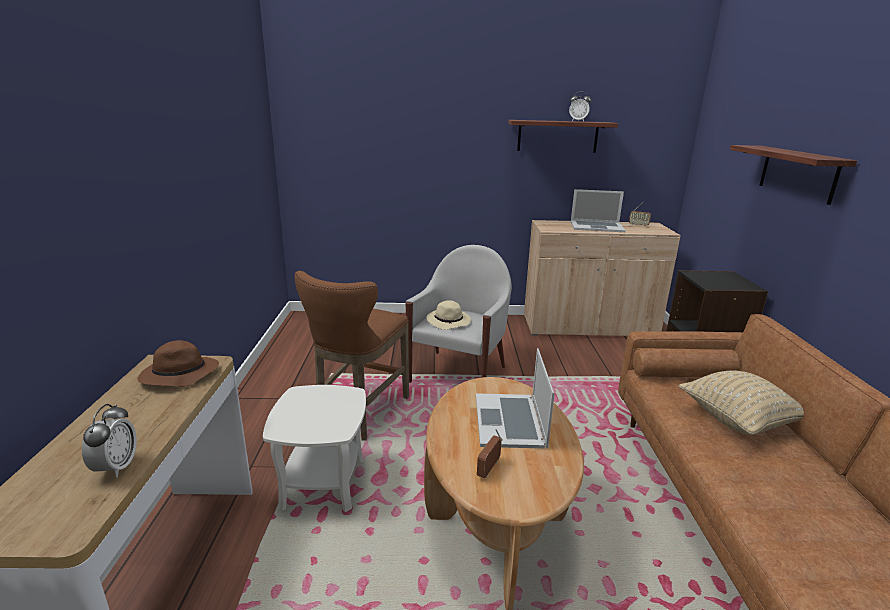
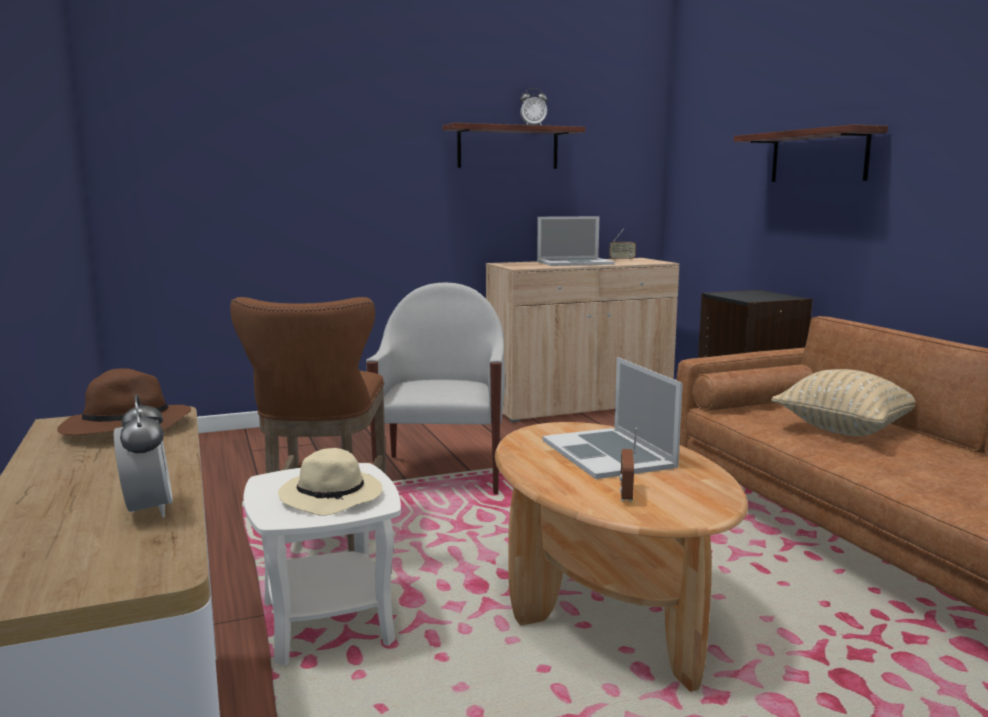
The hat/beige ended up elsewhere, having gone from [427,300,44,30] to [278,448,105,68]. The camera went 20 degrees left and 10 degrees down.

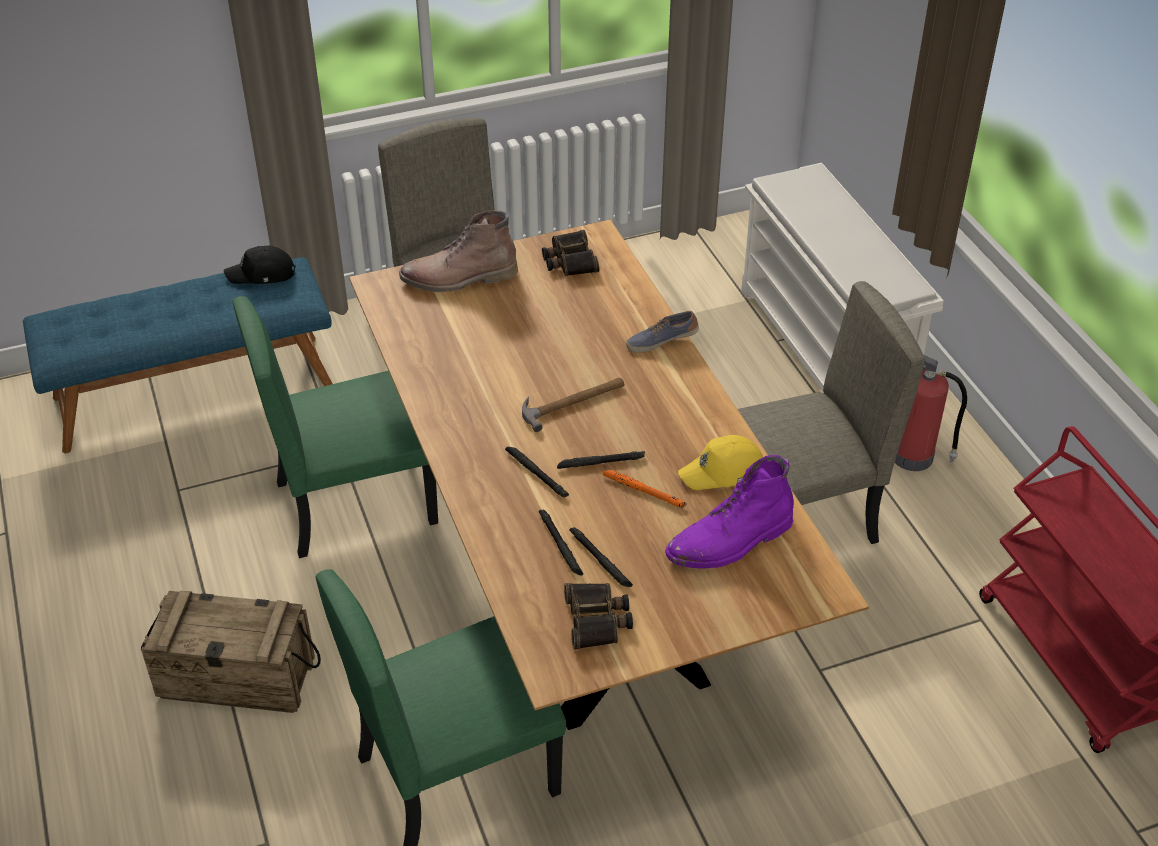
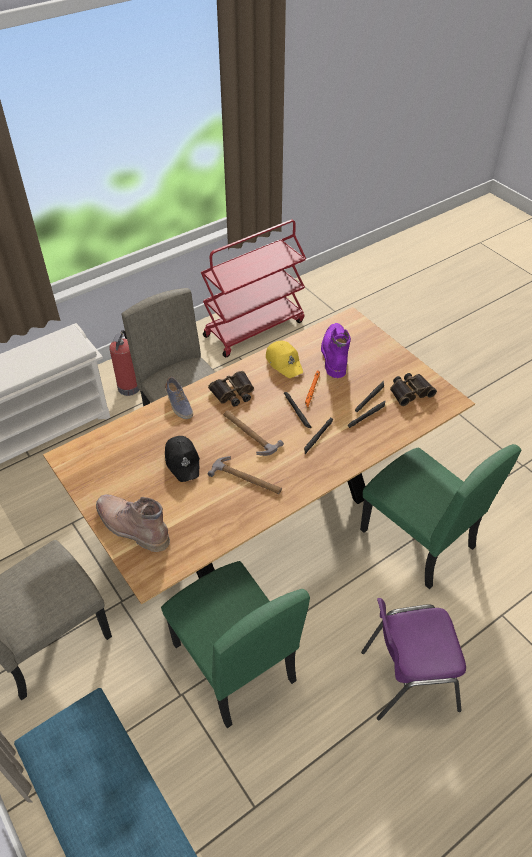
The boot/brown at [399,210,119,82] ended up facing another way, 150 degrees clockwise from before. The binoculars ended up elsewhere, having gone from [542,230,57,46] to [208,371,46,35]. The cap/black ended up elsewhere, having gone from [224,246,71,38] to [165,436,35,46]. The boot/purple at [665,455,129,114] ended up facing another way, 135 degrees counterclockwise from before. Where the crate stood at [141,591,180,122], the chair/purple came to stand at [361,598,105,122]. The second view gained the hammer at [208,456,74,38]. The camera went 105 degrees left and 5 degrees up.

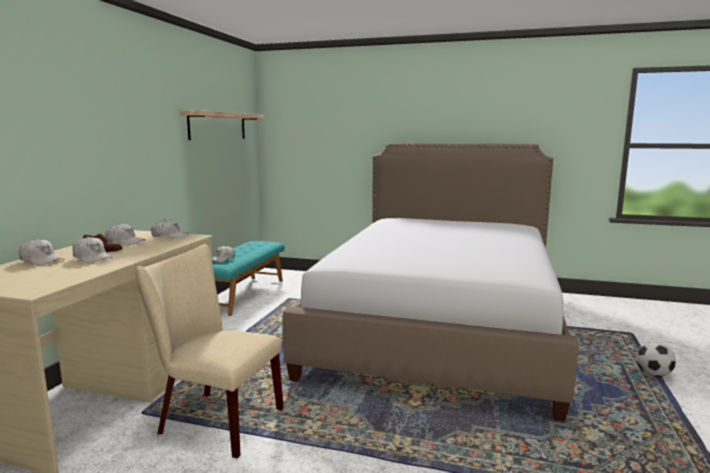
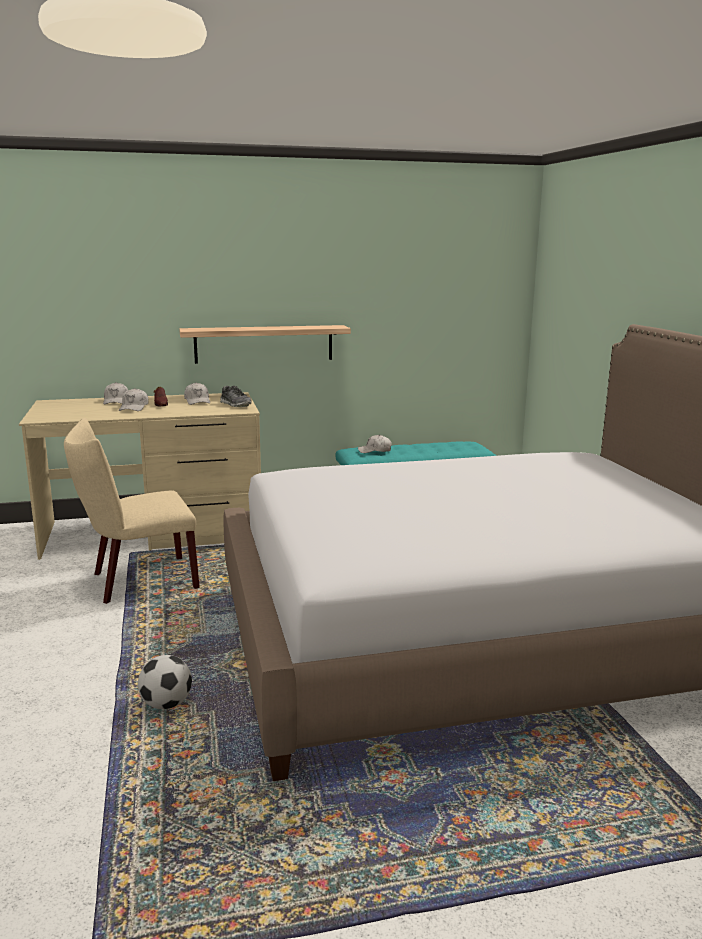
The shelf ended up elsewhere, having gone from [180,110,85,30] to [179,325,172,39]. Where the cap/white stood at [151,219,38,19], the shoe came to stand at [220,386,32,21]. The chair/beige at [135,244,149,214] ended up facing another way, 105 degrees counterclockwise from before. The football ended up elsewhere, having gone from [636,342,40,35] to [138,655,54,54]. The camera went 60 degrees right and 5 degrees up.

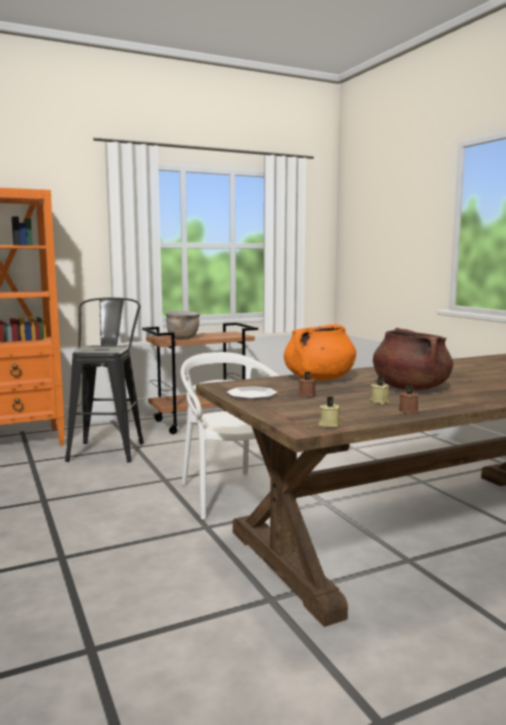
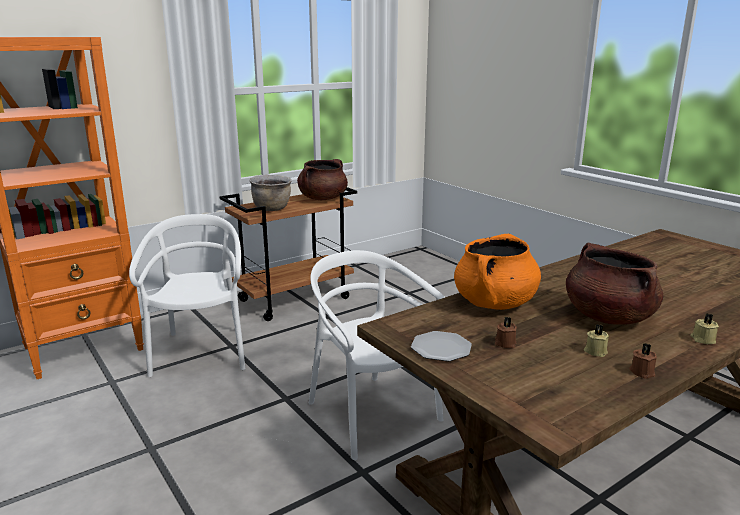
Where the stool/black stood at [65,298,79,164], the chair/white came to stand at [129,214,116,163]. The candle/beige ended up elsewhere, having gone from [319,396,22,32] to [690,313,29,31]. The second view gained the cooking pot/brown at [297,159,51,41]. The camera went 10 degrees left and 10 degrees up.

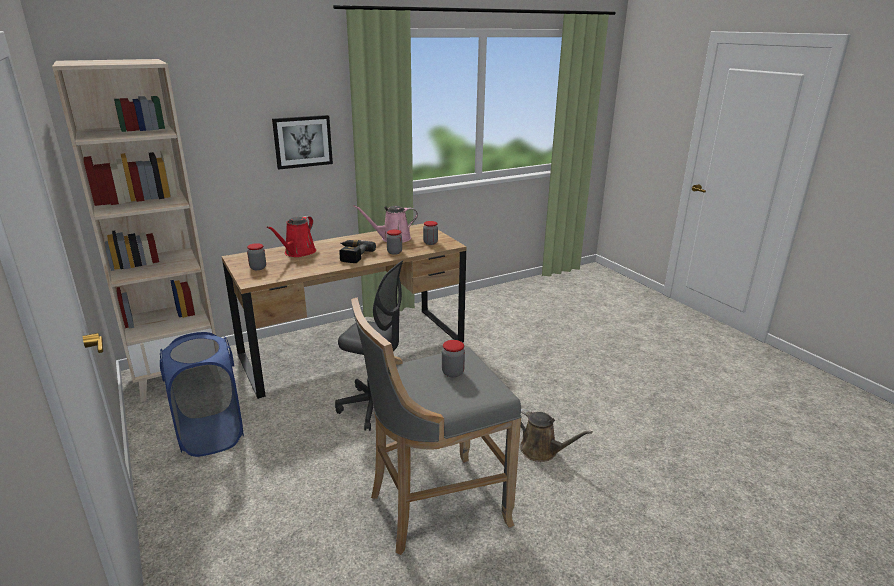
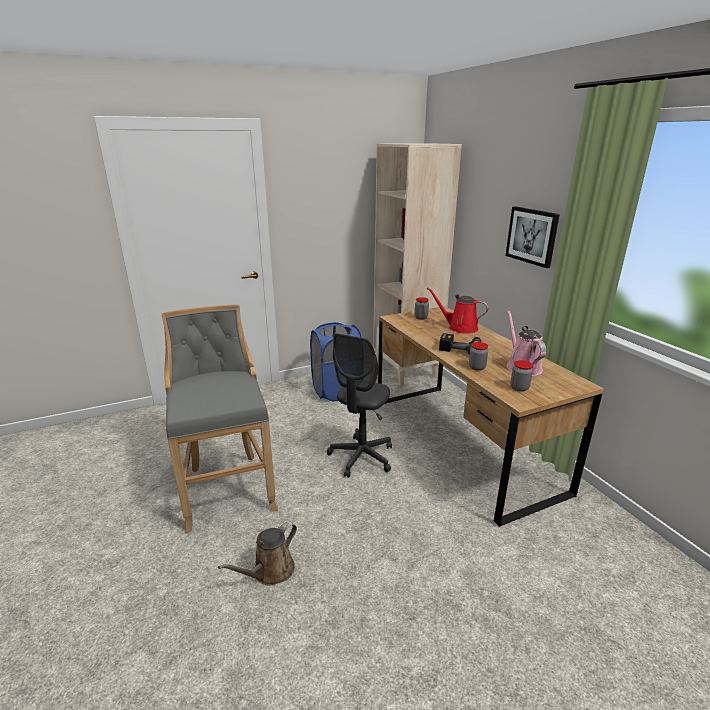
The second view lost the jar at [442,340,23,37]. The camera went 95 degrees right and 0 degrees up.

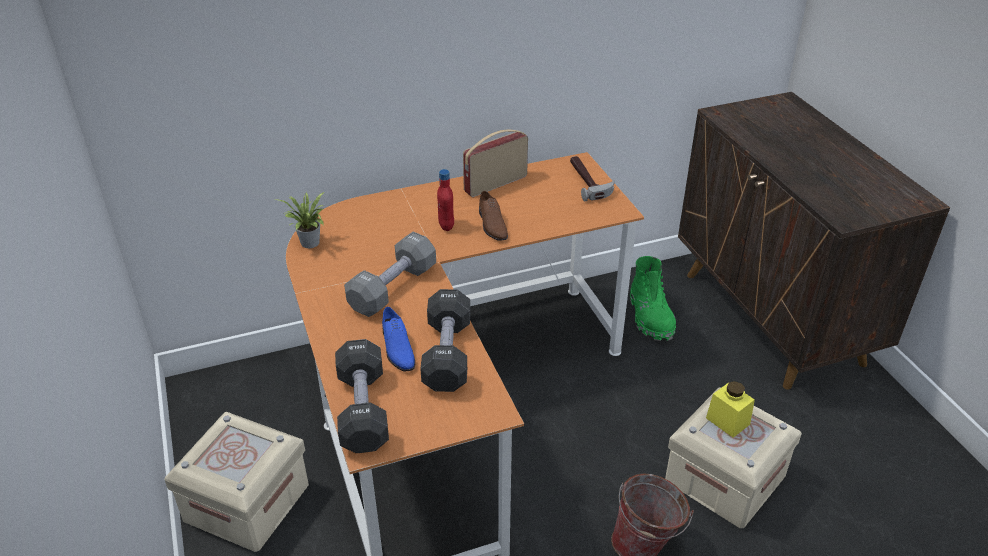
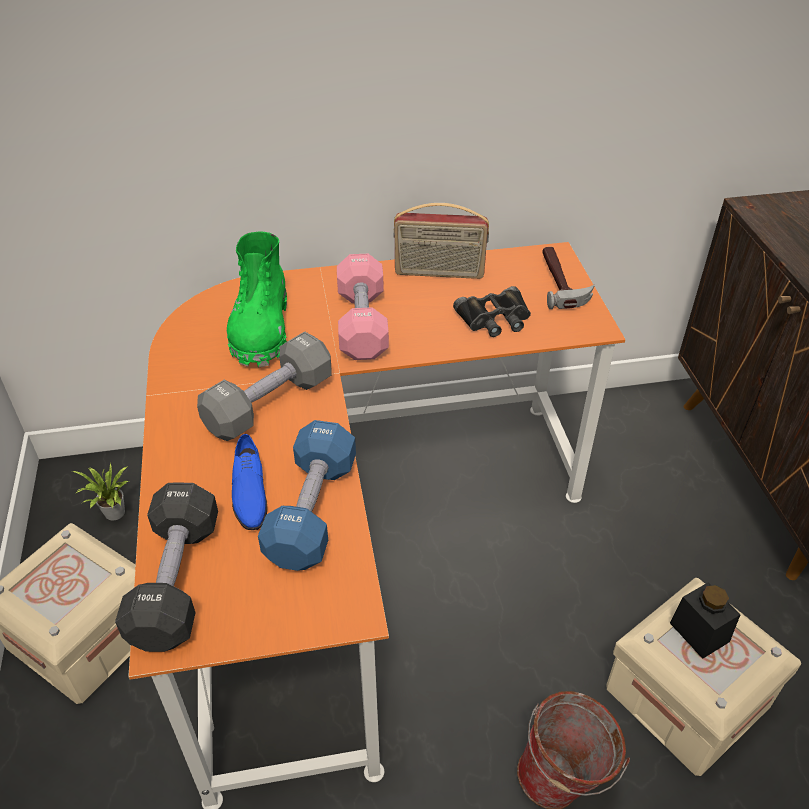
The radio at [463,130,65,67] ended up facing another way, 150 degrees counterclockwise from before. Where the bottle/red stood at [437,169,17,62], the dumbbell/pink came to stand at [337,254,52,106]. The second view lost the shoe/brown at [479,191,29,50]. The potted plant ended up elsewhere, having gone from [276,192,48,56] to [72,462,57,58]. The boot/green ended up elsewhere, having gone from [630,256,46,85] to [227,231,60,136]. What was the dumbbell/black at [420,289,50,103] turned into the dumbbell/blue at [258,420,98,151]. What was the jar/yellow at [706,381,49,57] turned into the jar/black at [670,583,71,76]. The second view gained the binoculars/black at [453,286,78,51]. The camera went 10 degrees right and 5 degrees up.

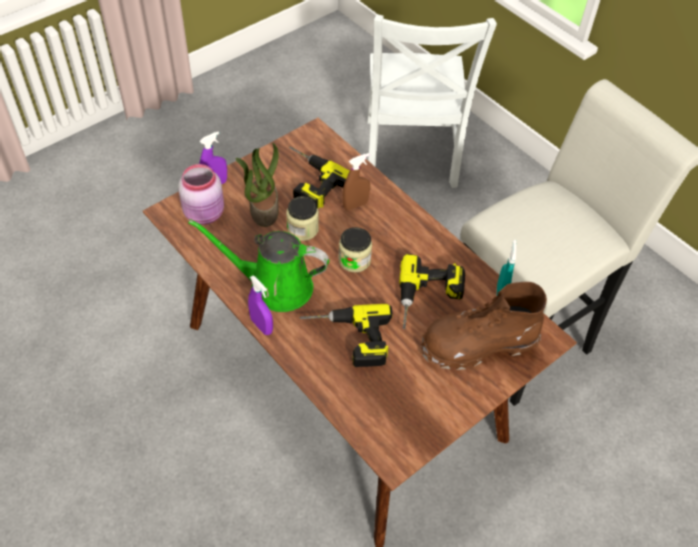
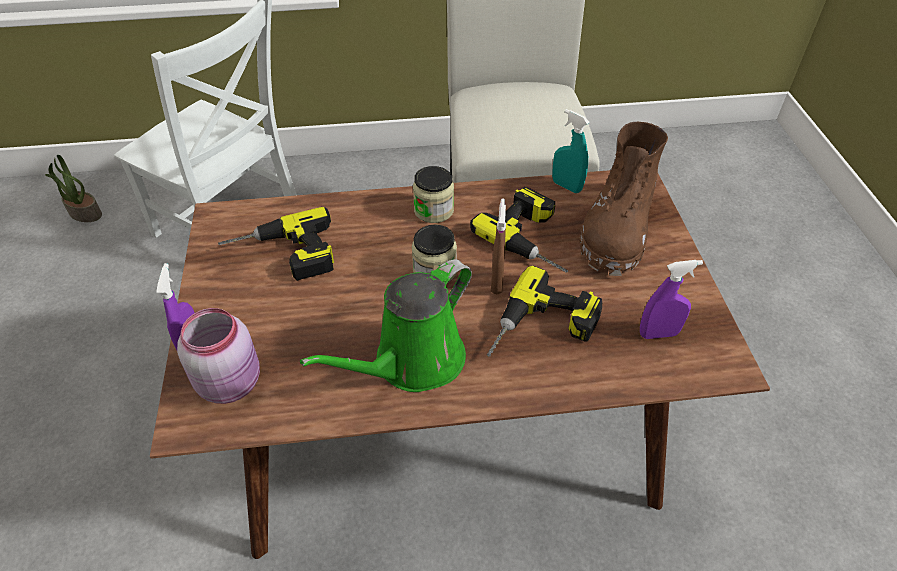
The potted plant ended up elsewhere, having gone from [236,143,43,84] to [45,155,57,67]. The spray bottle/brown ended up elsewhere, having gone from [342,153,28,57] to [491,198,15,96]. The jar ended up elsewhere, having gone from [286,196,33,45] to [413,166,41,57]. The spray bottle/purple ended up elsewhere, having gone from [248,275,25,60] to [640,260,63,79]. The camera went 55 degrees left and 5 degrees down.

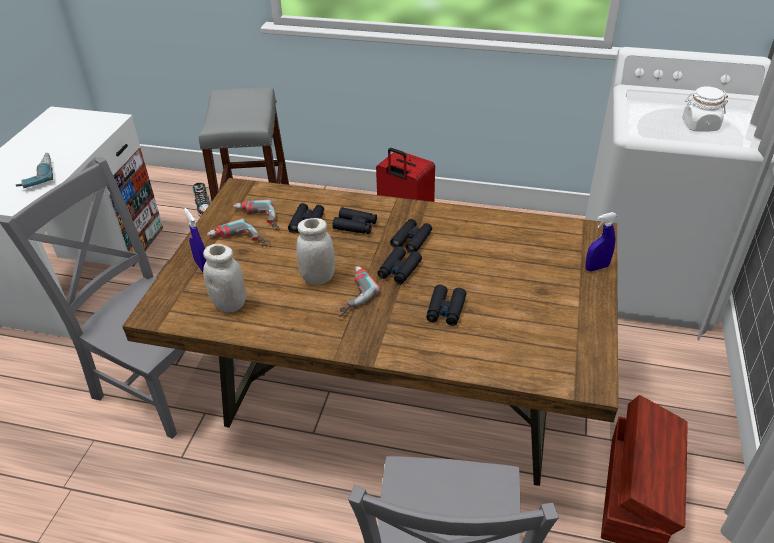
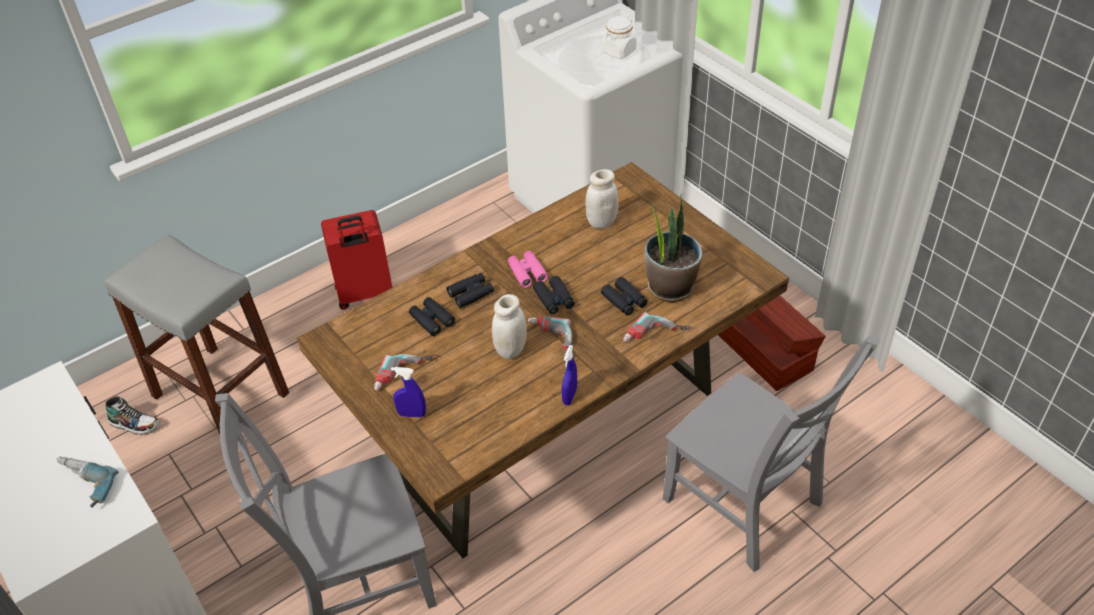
The power drill ended up elsewhere, having gone from [233,200,47,30] to [623,312,70,30]. The spray bottle/blue ended up elsewhere, having gone from [585,212,32,59] to [562,345,15,60]. What was the binoculars/black at [390,219,42,34] turned into the binoculars/pink at [508,251,40,37]. The jar/white ended up elsewhere, having gone from [203,244,43,69] to [585,169,33,60]. The second view gained the potted plant at [645,194,57,108]. The camera went 50 degrees left and 5 degrees up.

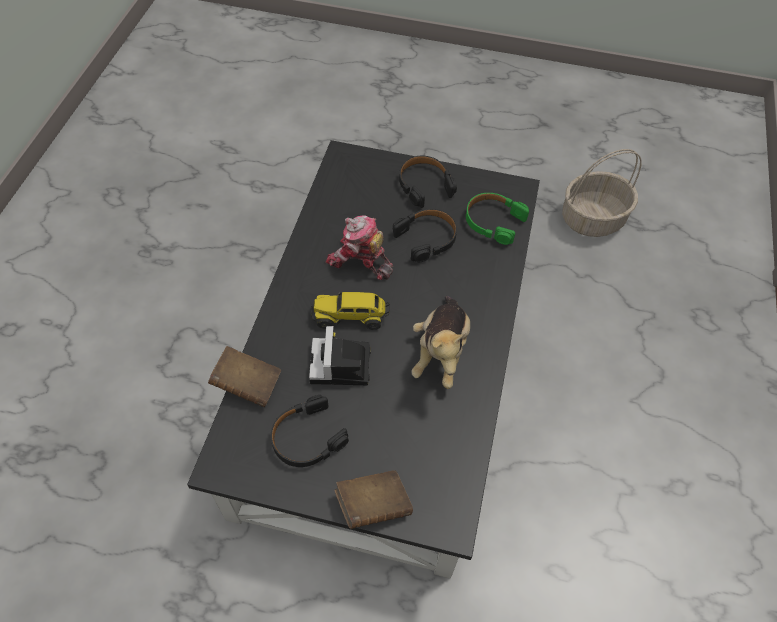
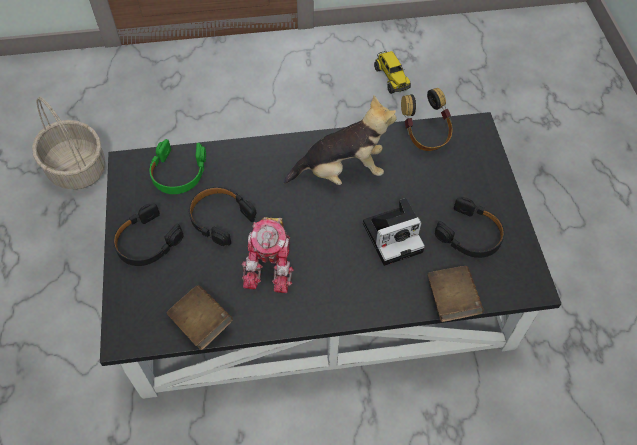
The toy truck ended up elsewhere, having gone from [310,292,80,38] to [374,51,37,43]. The book/brown ended up elsewhere, having gone from [334,470,79,59] to [167,285,66,65]. The second view gained the headphones at [401,88,51,63]. The camera went 110 degrees left and 0 degrees up.

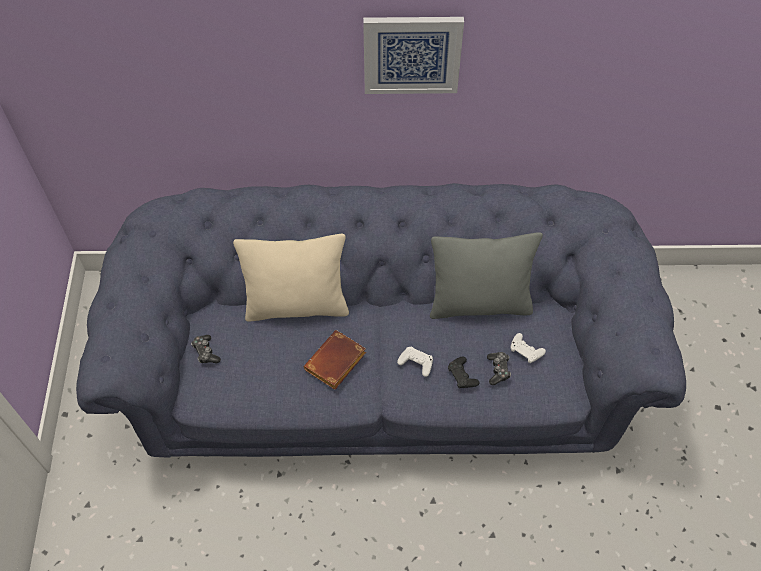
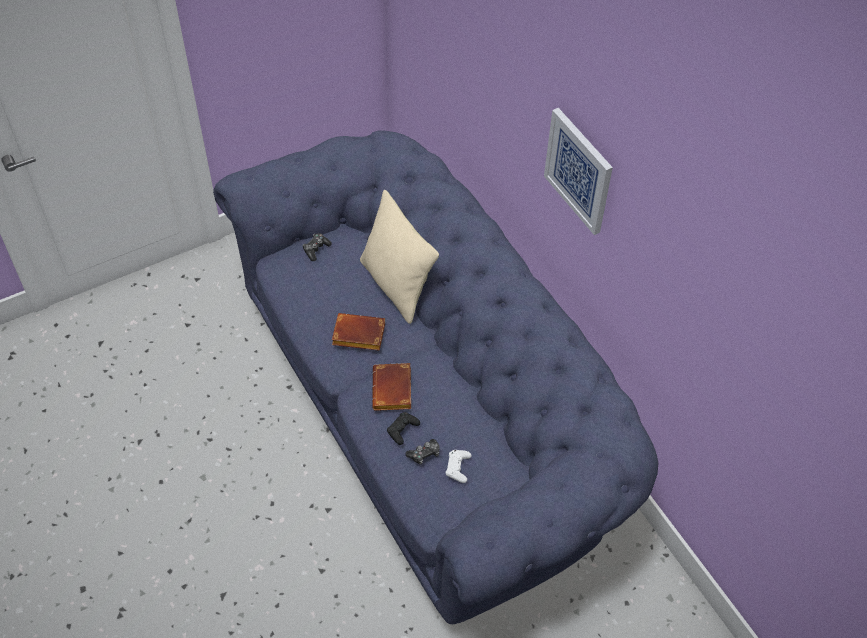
The second view lost the pillow/grey at [430,232,113,87]. Where the game controller/white stood at [397,347,36,30], the book/brown came to stand at [372,363,39,48]. The camera went 60 degrees right and 5 degrees down.

